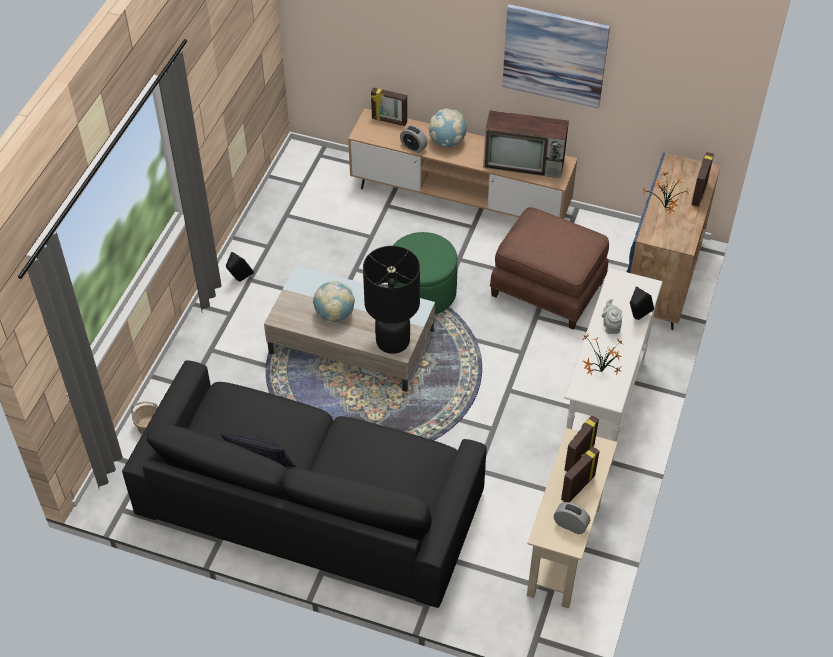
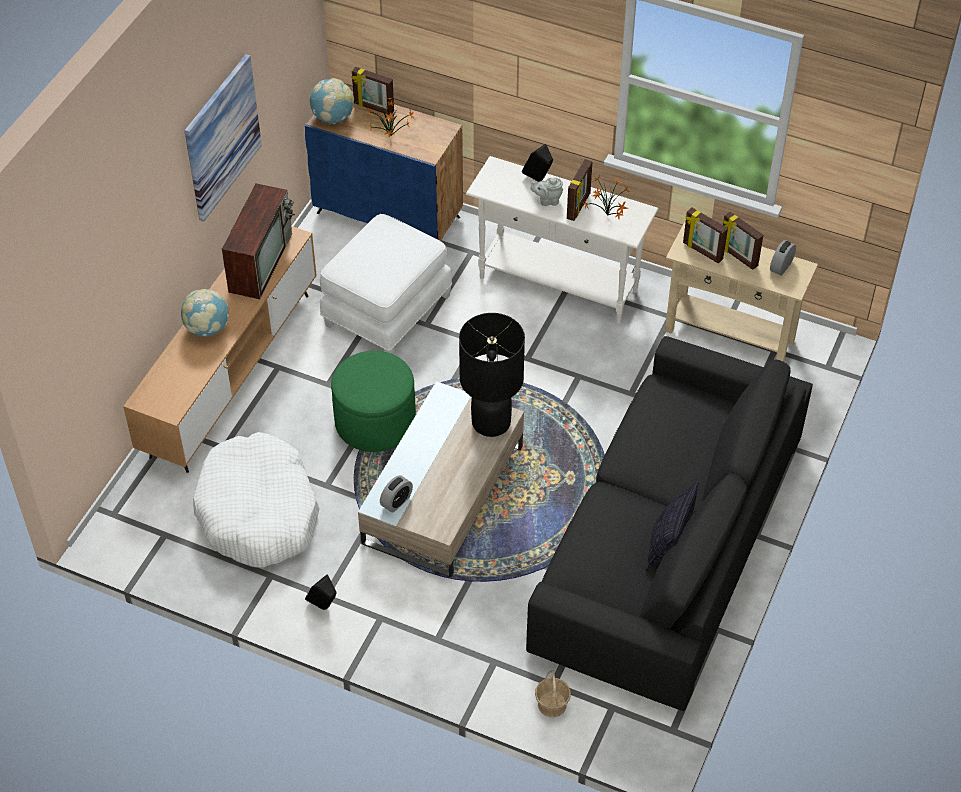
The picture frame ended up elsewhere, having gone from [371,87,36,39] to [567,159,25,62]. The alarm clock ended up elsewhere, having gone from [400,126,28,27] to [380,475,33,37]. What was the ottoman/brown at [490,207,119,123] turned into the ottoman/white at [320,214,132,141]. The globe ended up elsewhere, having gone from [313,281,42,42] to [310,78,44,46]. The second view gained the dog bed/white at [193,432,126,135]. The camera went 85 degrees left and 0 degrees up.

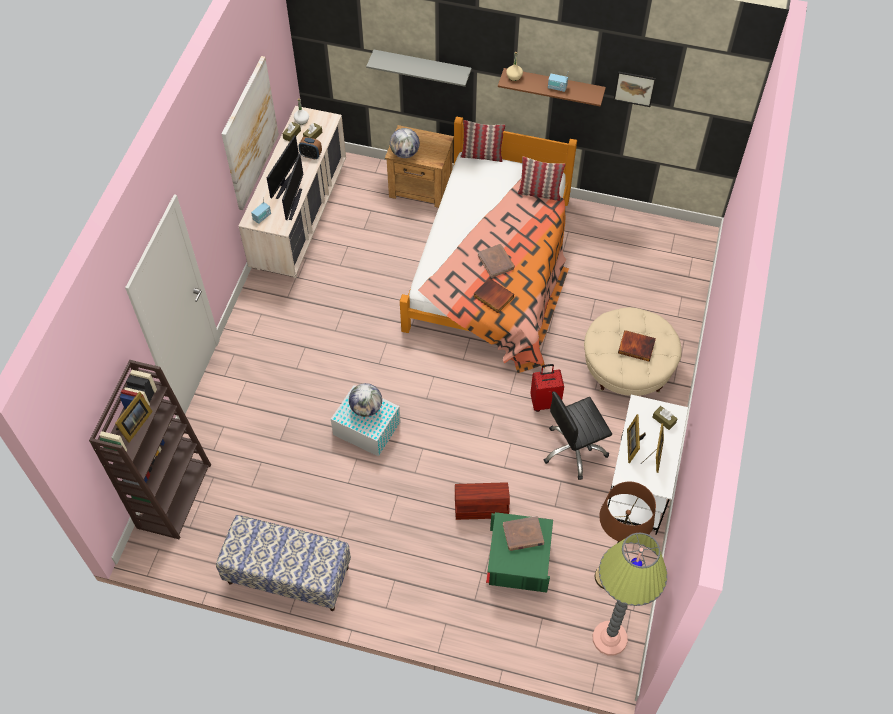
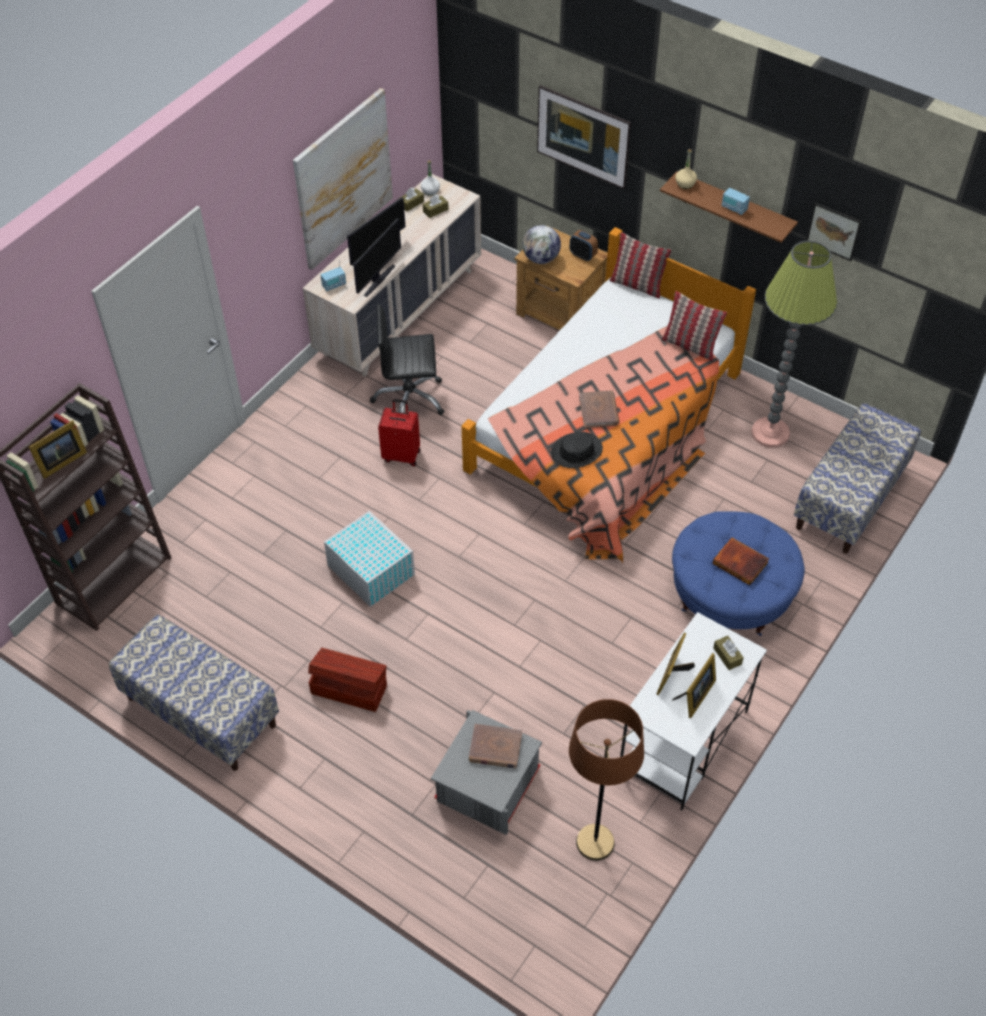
Where the shelf/grey hung at [366,50,106,37], the picture came to hang at [537,85,94,104]. The alarm clock ended up elsewhere, having gone from [299,137,23,22] to [570,230,28,31]. Where the book stood at [473,278,41,35], the hat/black came to stand at [551,432,52,36]. What was the ottoman/beige at [584,307,97,89] turned into the ottoman/blue at [672,511,133,125]. The suitcase/red ended up elsewhere, having gone from [530,364,34,48] to [378,399,43,67]. The second view lost the globe at [349,383,33,34]. The office chair/black ended up elsewhere, having gone from [544,392,68,88] to [370,304,75,111]. The storage box/brown ended up elsewhere, having gone from [455,482,55,38] to [308,648,79,64]. What was the storage box/green at [486,512,67,81] turned into the storage box/grey at [431,710,111,125]. The floor lamp ended up elsewhere, having gone from [593,533,74,123] to [751,241,86,207]. The second view gained the bench at [794,403,127,151]. The camera went 20 degrees right and 5 degrees down.

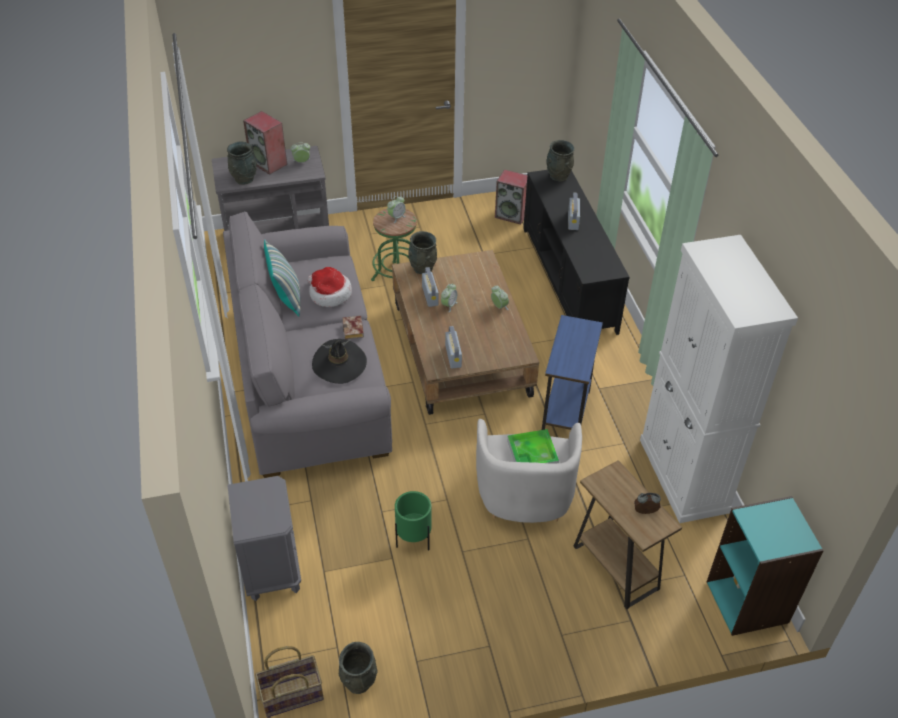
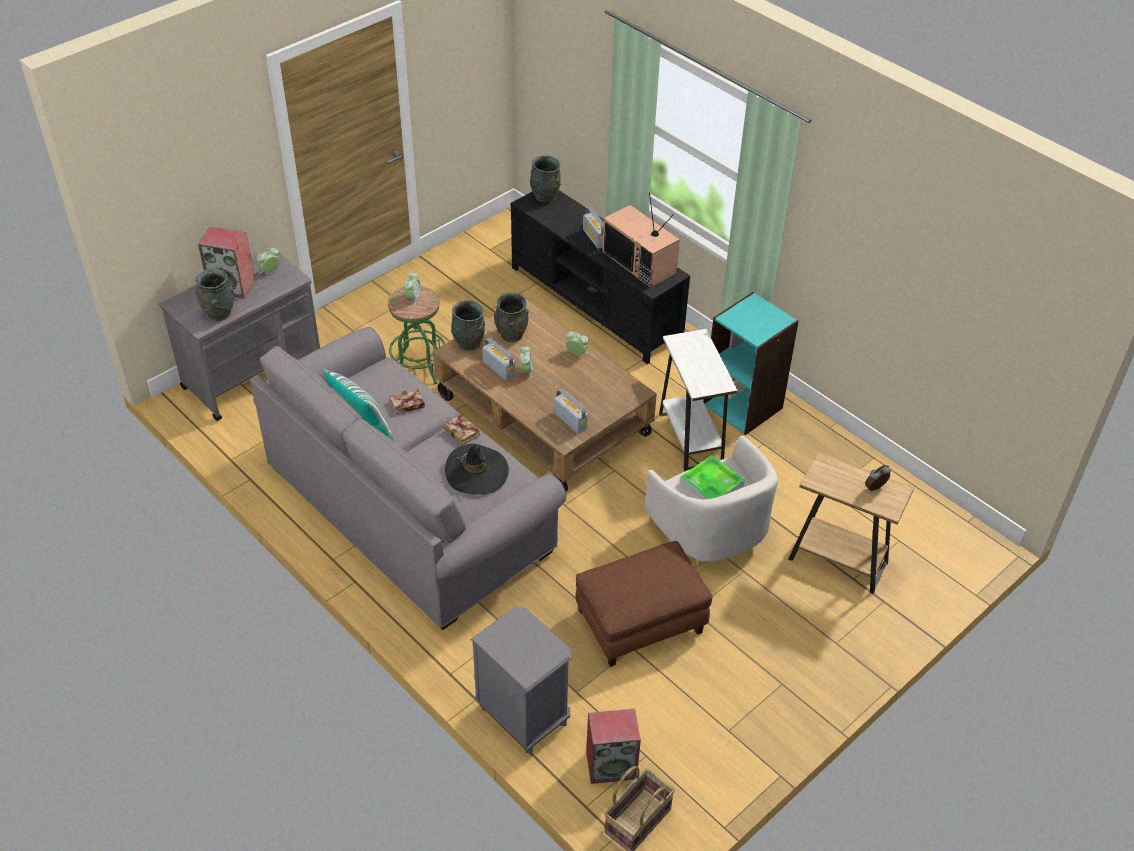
The speaker ended up elsewhere, having gone from [495,169,32,56] to [586,709,55,75]. The second view lost the cabinet/white at [640,235,158,288]. Where the hat stood at [308,267,44,40], the book came to stand at [390,389,35,26]. What was the side table/blue at [542,315,61,115] turned into the side table/white at [659,329,79,142]. Where the planter/green stood at [395,491,37,59], the ottoman/brown came to stand at [575,541,138,126]. The bookcase/turquoise ended up elsewhere, having gone from [707,496,117,140] to [703,292,96,143]. The vase/grey ended up elsewhere, having gone from [339,642,39,52] to [494,292,35,50]. The second view gained the television at [602,193,78,95]. The camera went 30 degrees left and 0 degrees up.

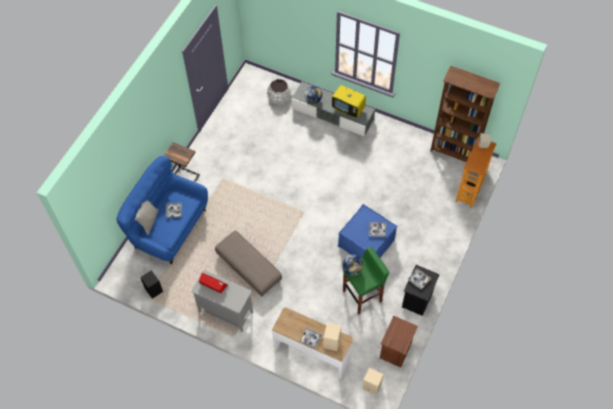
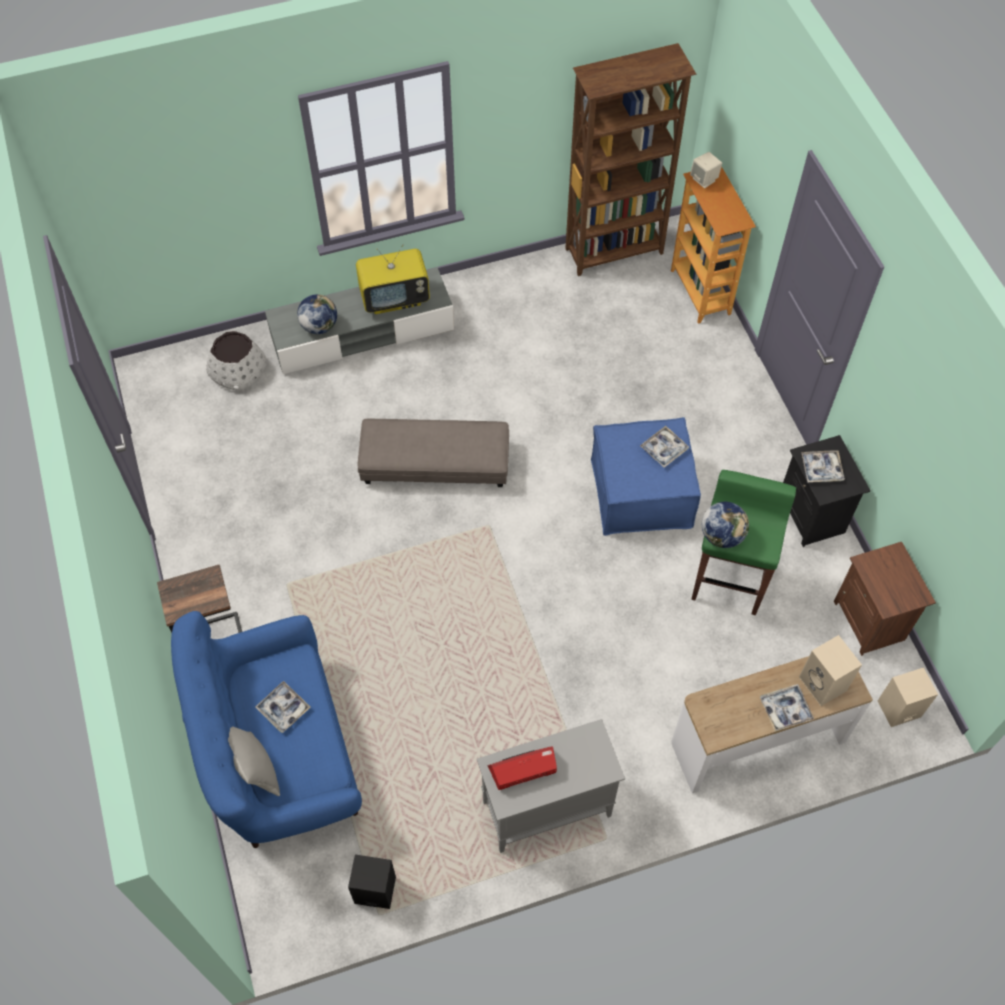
The ottoman/grey ended up elsewhere, having gone from [215,231,67,65] to [358,419,151,68]. The camera went 45 degrees left and 0 degrees up.

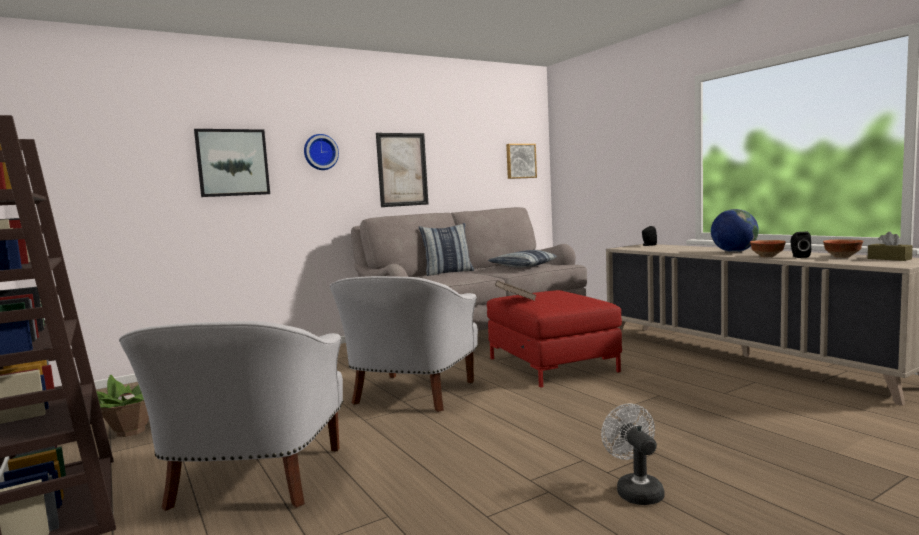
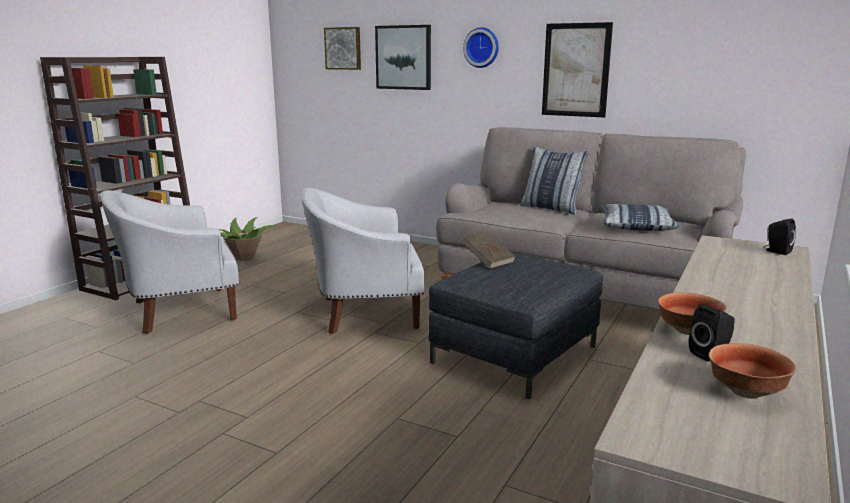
The picture ended up elsewhere, having gone from [506,144,31,35] to [324,27,37,43]. The second view lost the globe at [711,209,48,43]. The second view lost the tissue box/brown at [868,232,45,29]. What was the ottoman/red at [487,290,135,98] turned into the ottoman/grey at [428,253,175,146]. The second view lost the fan/white at [601,403,63,102]. The camera went 60 degrees right and 10 degrees up.

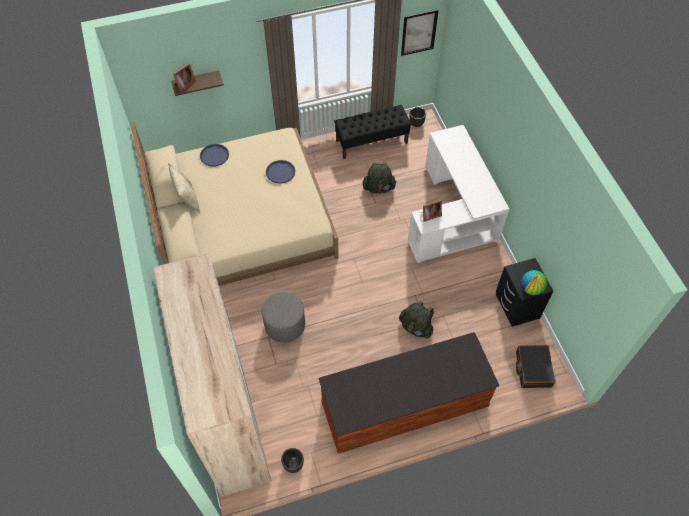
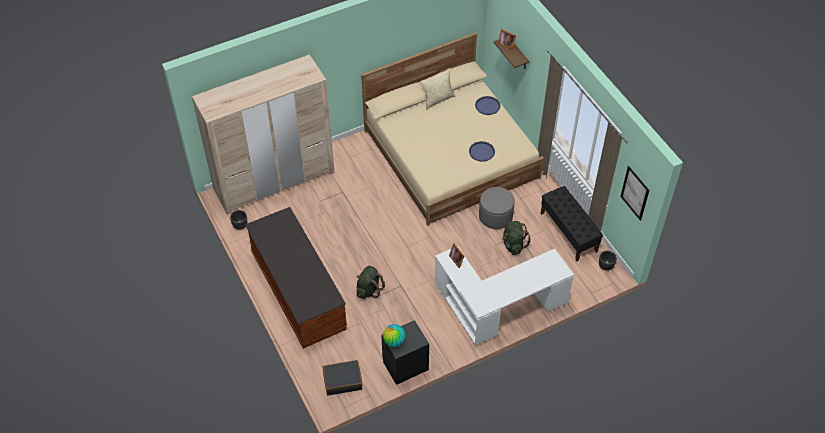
The ottoman/grey ended up elsewhere, having gone from [262,292,43,51] to [479,187,36,42]. The camera went 80 degrees right and 5 degrees down.

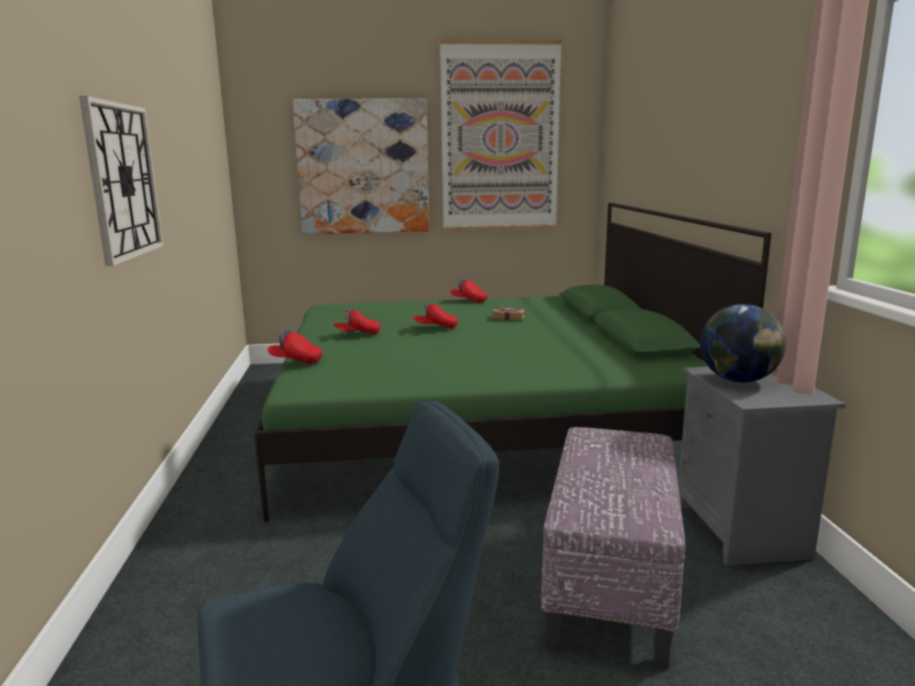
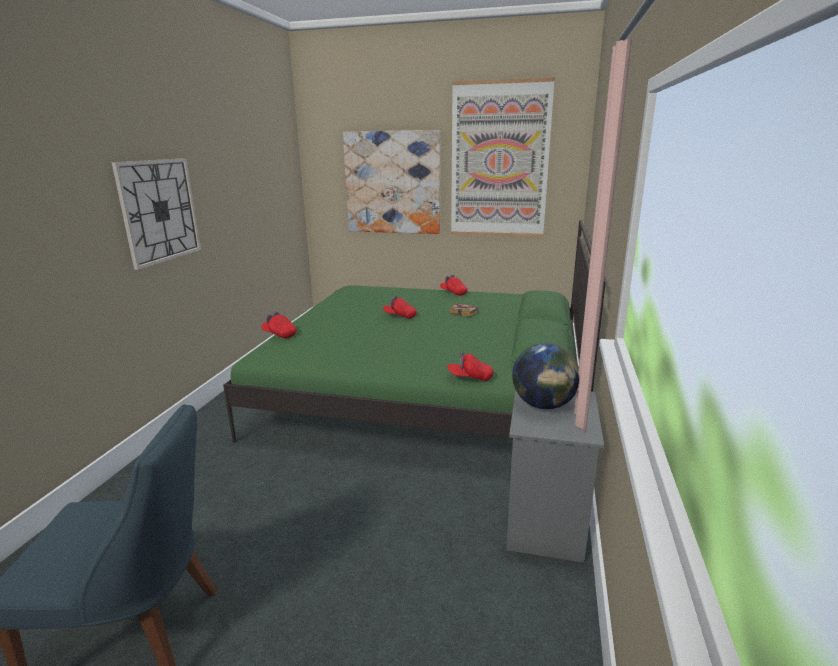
The cap/red ended up elsewhere, having gone from [333,307,47,27] to [447,351,47,30]. The second view lost the ottoman at [541,427,144,242]. The camera went 20 degrees right and 5 degrees up.

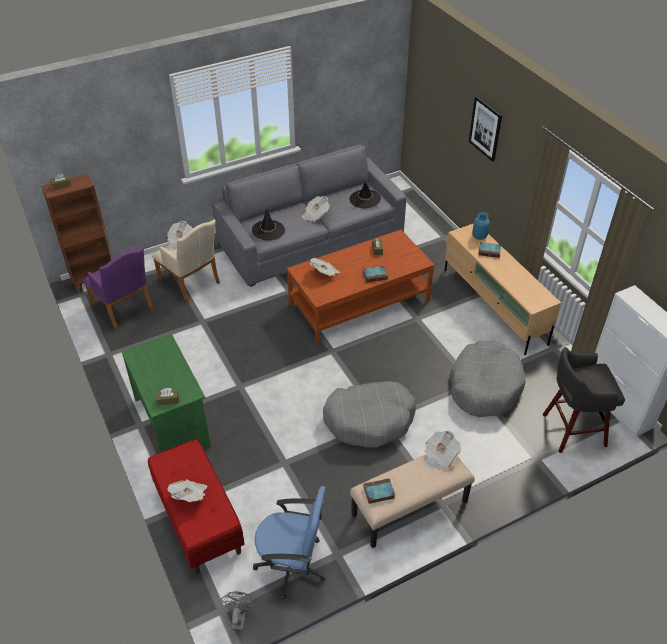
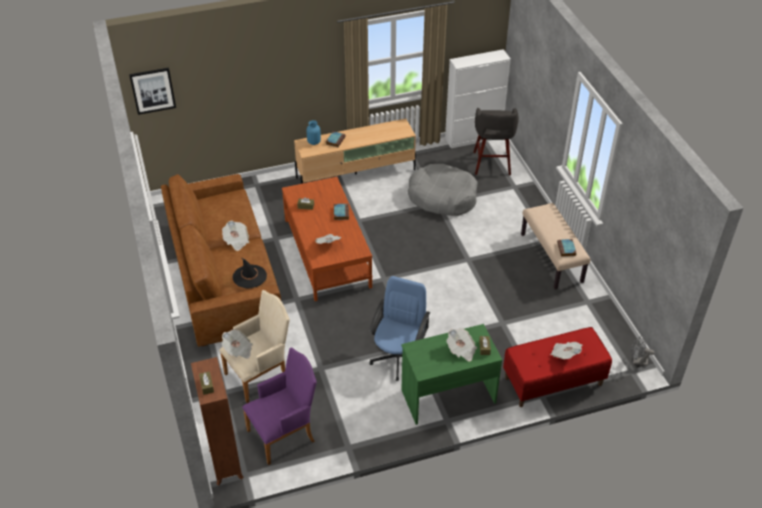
The picture ended up elsewhere, having gone from [469,96,33,66] to [129,68,47,47]. What was the sofa/grey at [212,145,194,142] turned into the sofa/brown at [161,174,120,173]. The second view lost the hat/black at [349,182,32,26]. The second view lost the dog bed/grey at [323,381,93,67]. The newspaper ended up elsewhere, having gone from [424,431,37,39] to [446,328,31,34]. The office chair/blue ended up elsewhere, having gone from [253,486,73,113] to [369,276,61,105]. The camera went 80 degrees left and 0 degrees up.

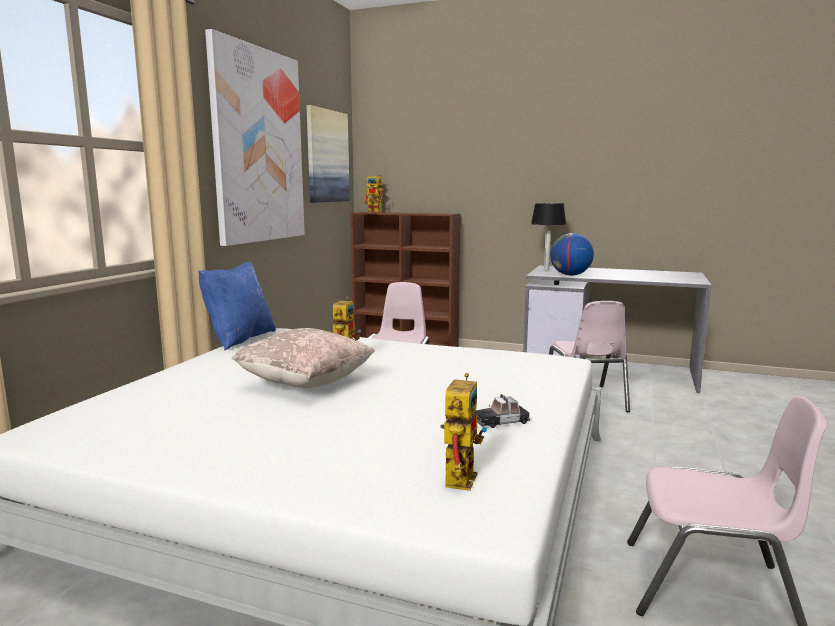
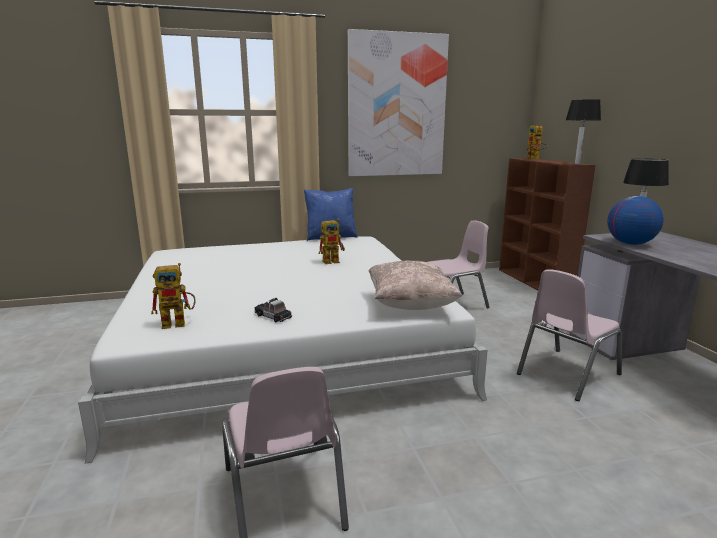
The second view lost the picture at [307,105,43,98]. The pillow/beige ended up elsewhere, having gone from [231,328,144,60] to [369,261,93,49]. The second view gained the table lamp at [565,99,36,65]. The camera went 55 degrees right and 5 degrees up.

